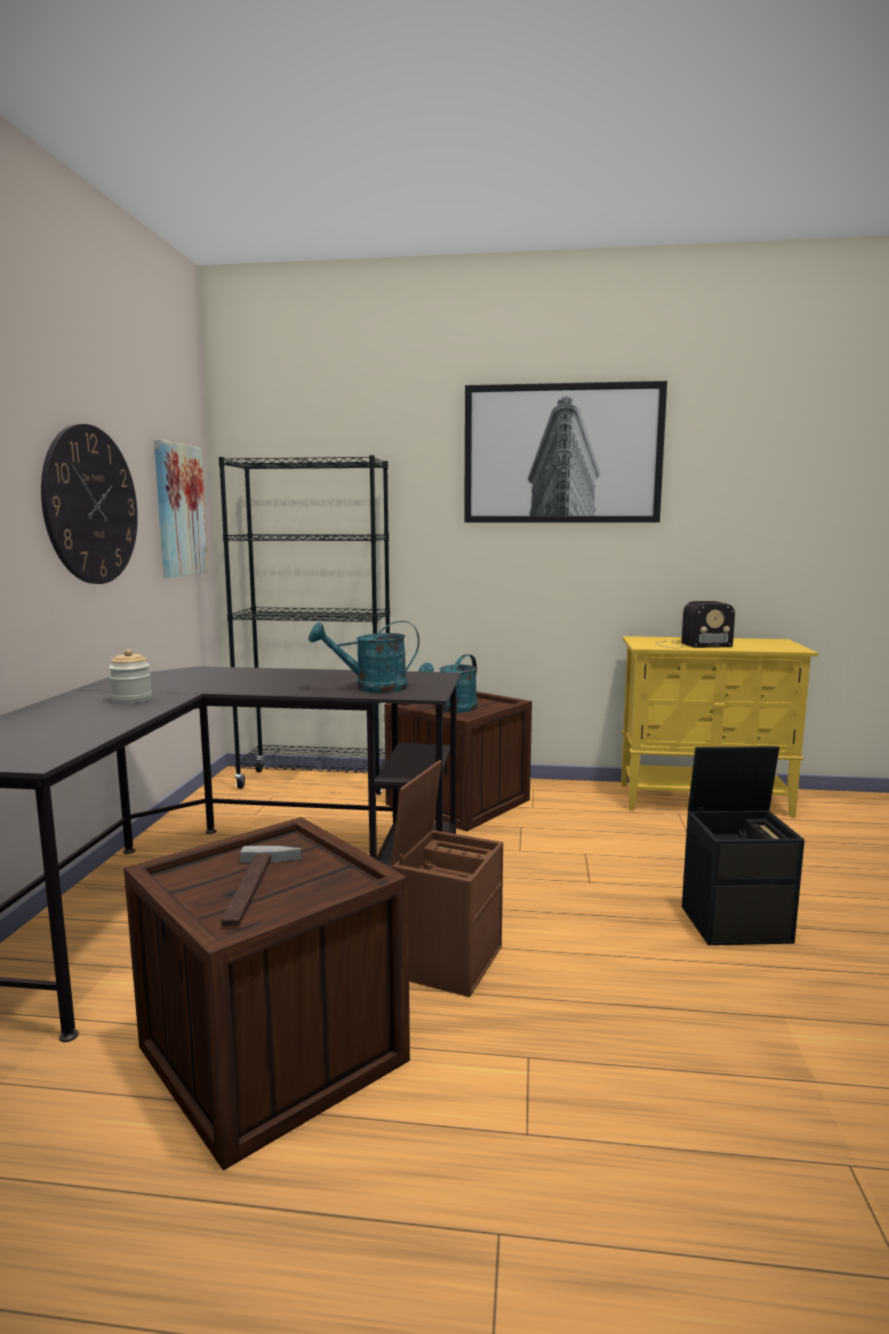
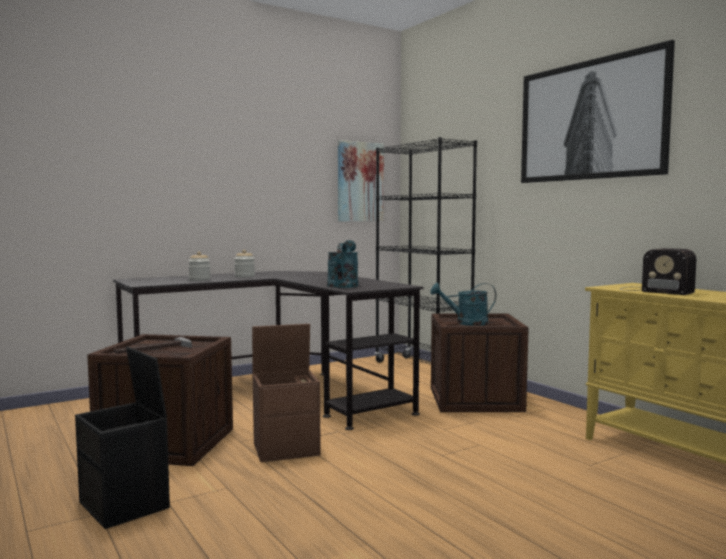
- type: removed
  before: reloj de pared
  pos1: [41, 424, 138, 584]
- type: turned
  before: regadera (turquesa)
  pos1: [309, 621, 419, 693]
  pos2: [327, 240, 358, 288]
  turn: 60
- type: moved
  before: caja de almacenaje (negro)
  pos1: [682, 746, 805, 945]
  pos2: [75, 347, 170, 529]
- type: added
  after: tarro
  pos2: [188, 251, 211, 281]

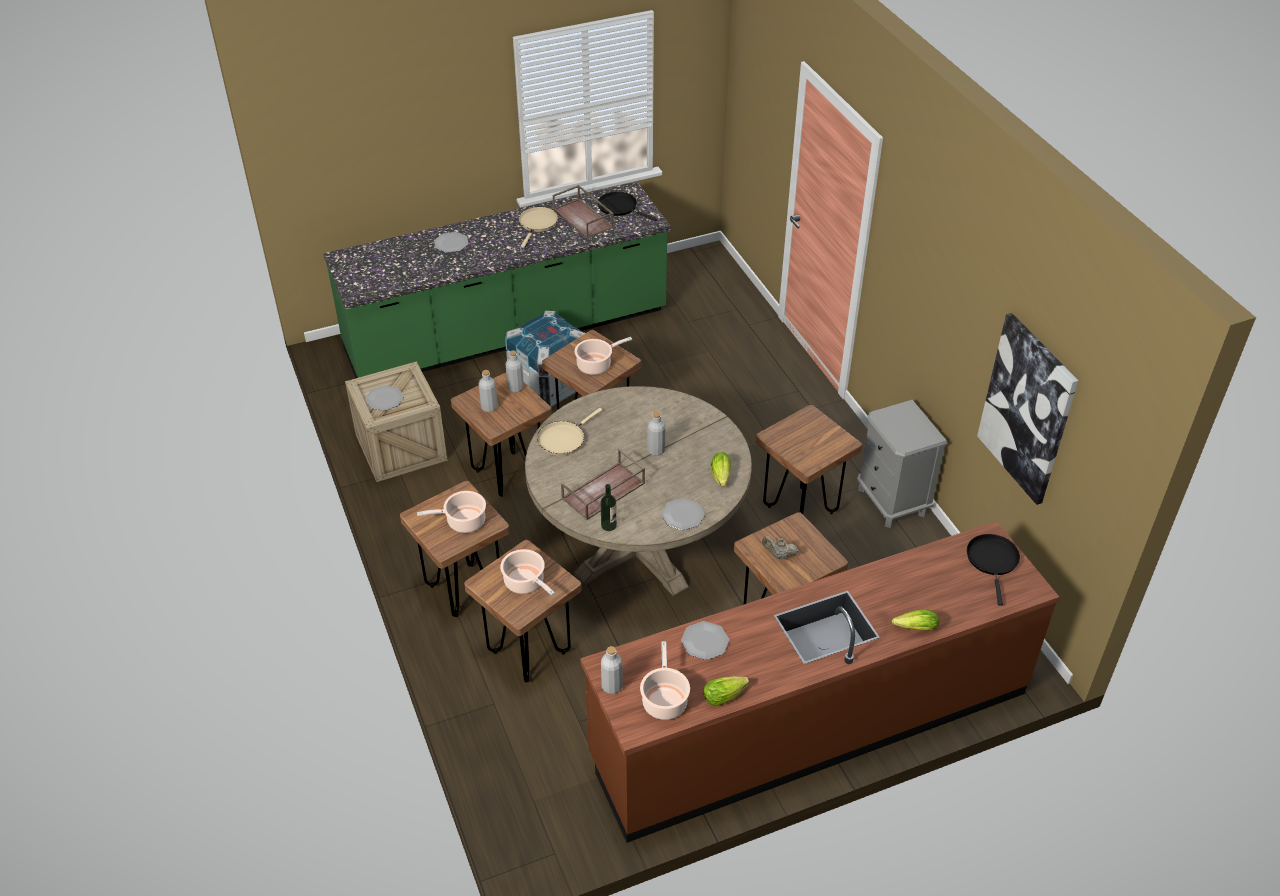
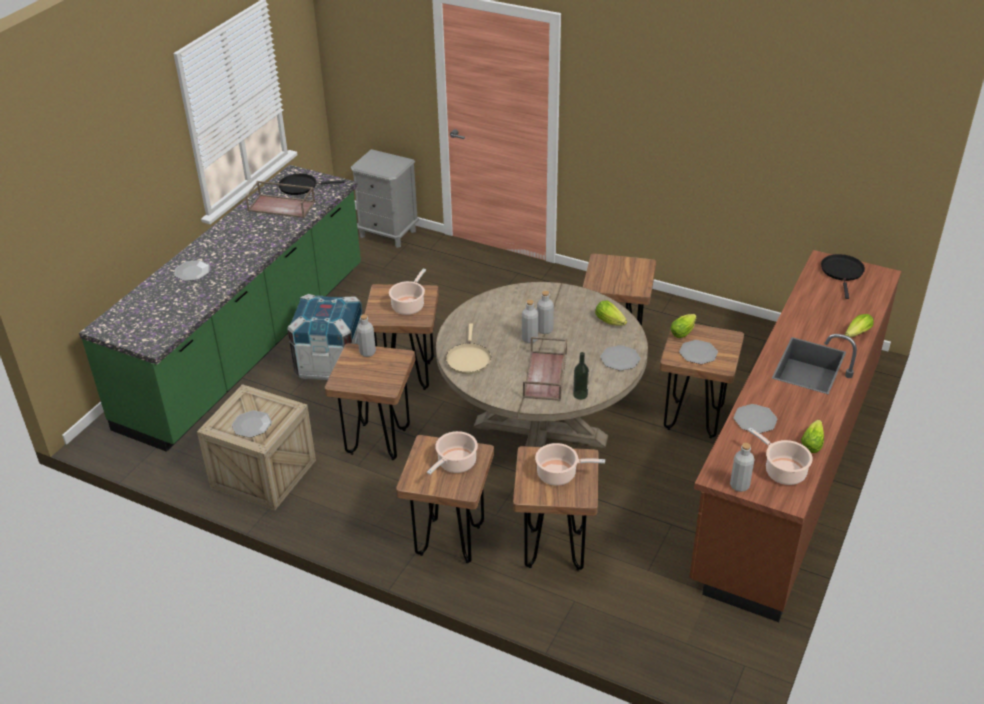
- type: removed
  before: sartén (beis)
  pos1: [519, 207, 558, 248]
- type: removed
  before: cuadro
  pos1: [977, 313, 1079, 505]
- type: moved
  before: botella (gris)
  pos1: [478, 370, 498, 412]
  pos2: [522, 300, 538, 343]
- type: moved
  before: mesita de noche (gris)
  pos1: [857, 400, 947, 528]
  pos2: [351, 149, 419, 248]
- type: turned
  before: sartén (negro)
  pos1: [967, 534, 1020, 606]
  pos2: [821, 254, 865, 299]
  turn: 45
- type: replaced
  before: tetera (beis)
  after: plato
  pos1: [762, 536, 798, 560]
  pos2: [679, 340, 718, 364]
- type: added
  after: lechuga
  pos2: [670, 314, 697, 338]

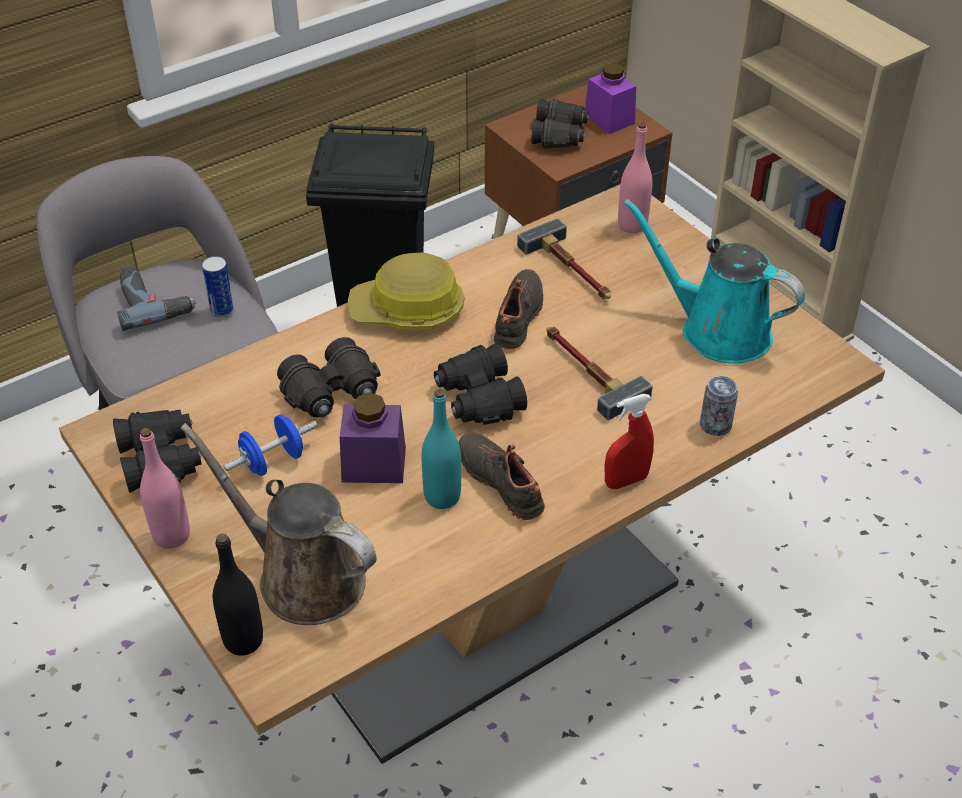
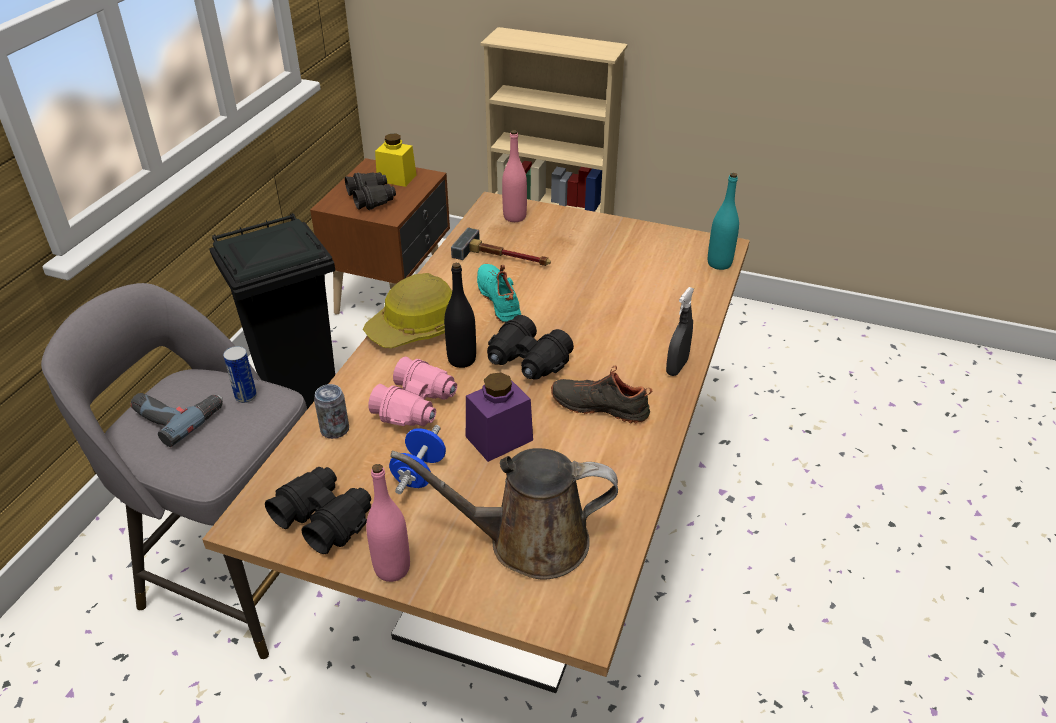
- type: recoloured
  before: tarro (morado)
  after: tarro (amarillo)
  pos1: [585, 63, 636, 134]
  pos2: [375, 134, 417, 187]
- type: removed
  before: regadera (turquesa)
  pos1: [624, 199, 805, 363]
- type: recoloured
  before: zapato (negro)
  after: zapato (turquesa)
  pos1: [494, 269, 543, 349]
  pos2: [477, 264, 521, 323]
- type: removed
  before: martillo
  pos1: [547, 327, 653, 420]
- type: recoloured
  before: prismáticos (negro)
  after: prismáticos (rosa)
  pos1: [277, 337, 381, 417]
  pos2: [368, 356, 457, 426]
- type: moved
  before: lata
  pos1: [700, 376, 738, 436]
  pos2: [314, 384, 349, 439]
- type: moved
  before: botella (turquesa)
  pos1: [422, 389, 461, 509]
  pos2: [708, 173, 739, 270]
- type: recoloured
  before: pulverizador (rojo)
  after: pulverizador (gris)
  pos1: [605, 394, 654, 489]
  pos2: [666, 287, 694, 376]
- type: moved
  before: botella (negro)
  pos1: [213, 533, 263, 656]
  pos2: [444, 263, 476, 368]

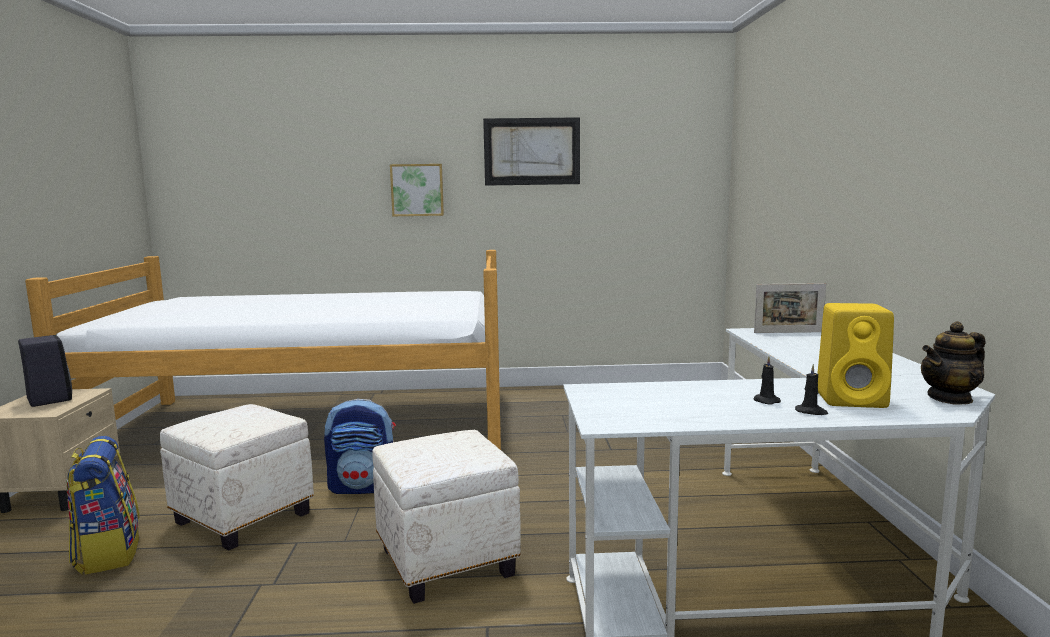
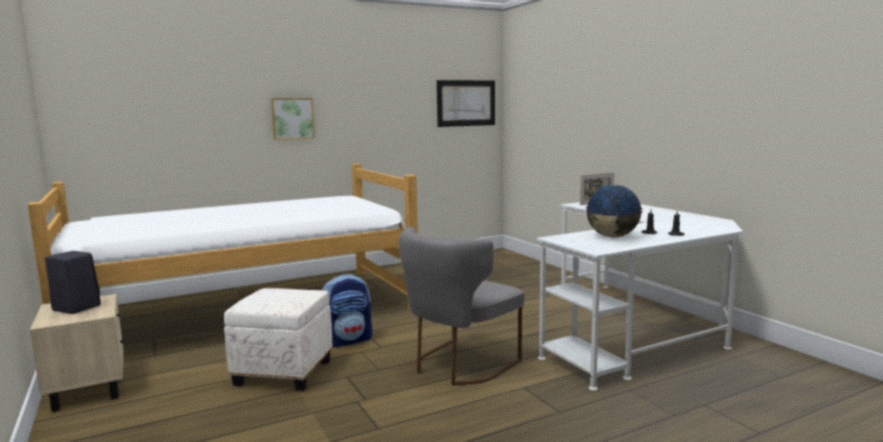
- type: moved
  before: cuadro
  pos1: [483, 117, 580, 186]
  pos2: [437, 80, 495, 127]
- type: removed
  before: altavoz (amarillo)
  pos1: [817, 303, 894, 408]
- type: removed
  before: tetera
  pos1: [921, 321, 985, 405]
- type: replaced
  before: puf (blanco)
  after: silla (gris)
  pos1: [372, 430, 521, 604]
  pos2: [399, 227, 524, 385]
- type: removed
  before: mochila
  pos1: [66, 436, 140, 575]
- type: added
  after: globo terráqueo
  pos2: [586, 185, 643, 237]

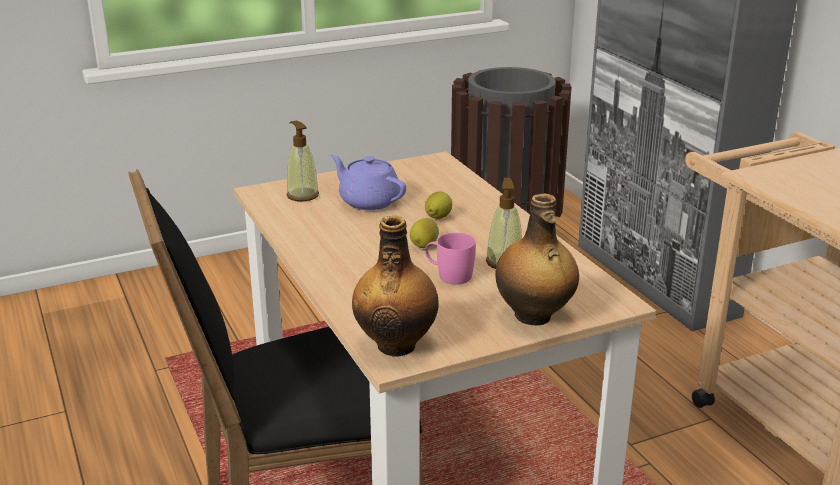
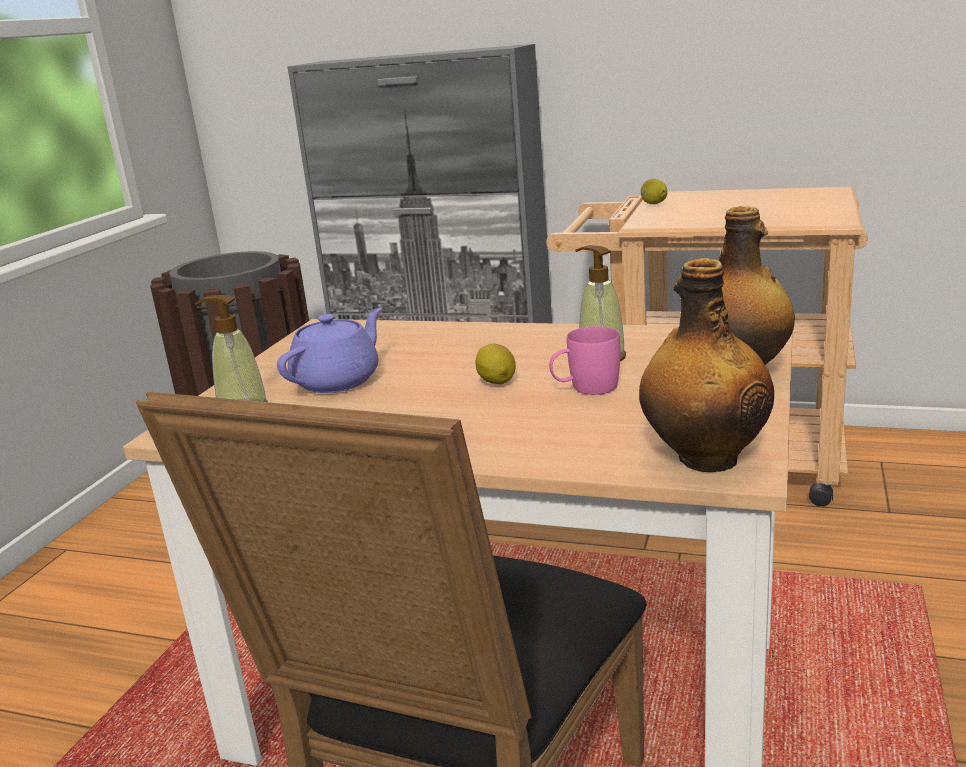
- type: turned
  before: tetera (morado)
  pos1: [330, 155, 406, 210]
  pos2: [277, 308, 382, 393]
  turn: 135
- type: moved
  before: limón
  pos1: [425, 191, 452, 219]
  pos2: [641, 179, 667, 204]

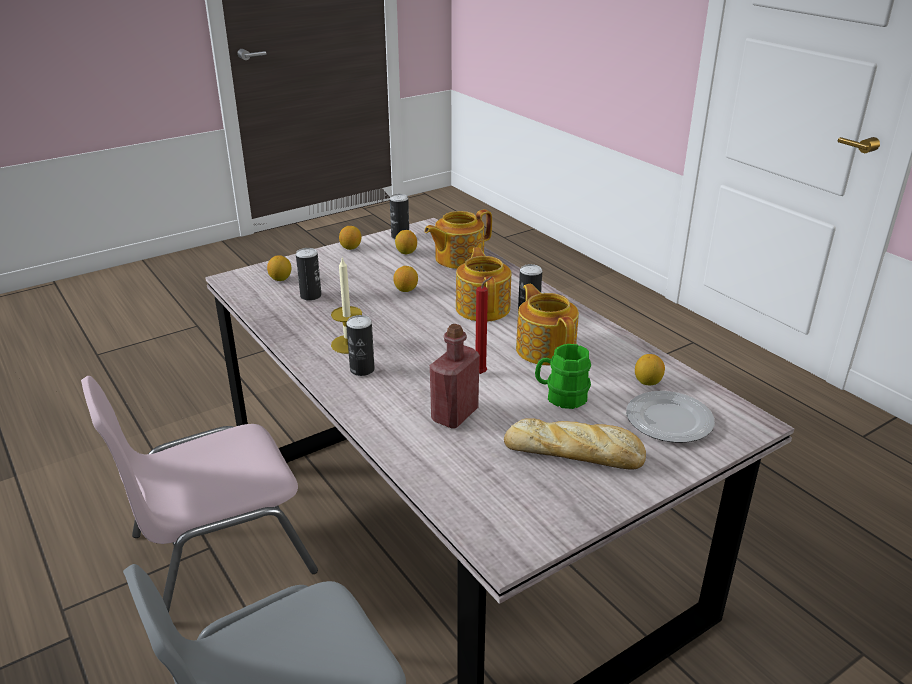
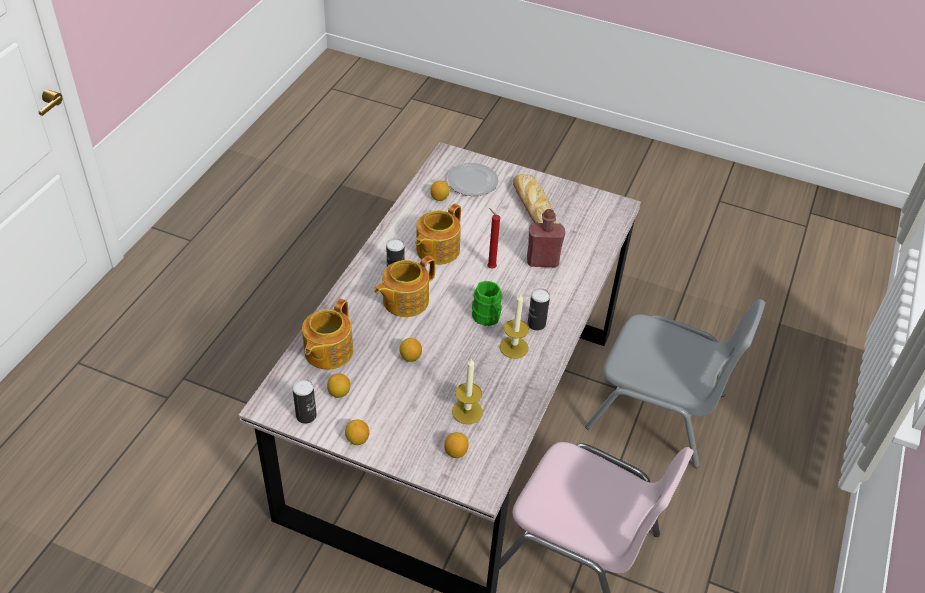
- type: turned
  before: tetera
  pos1: [424, 209, 492, 269]
  pos2: [302, 299, 353, 370]
  turn: 90
- type: replaced
  before: lata
  after: vela
  pos1: [296, 248, 322, 301]
  pos2: [452, 359, 483, 424]
- type: moved
  before: taza grande (verde)
  pos1: [535, 344, 591, 409]
  pos2: [472, 281, 502, 326]

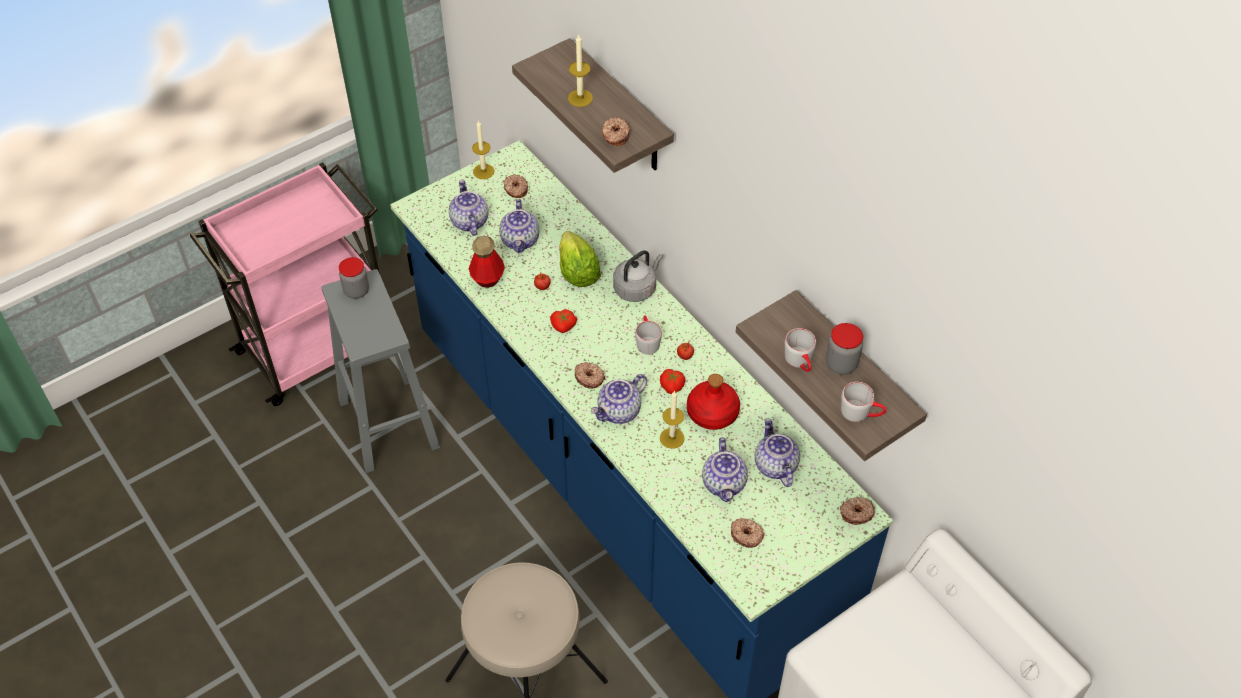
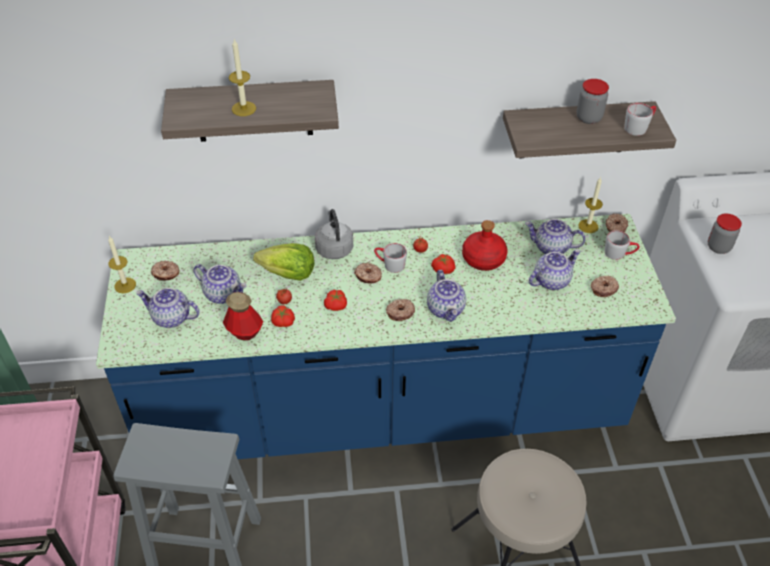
- type: moved
  before: rosquilla
  pos1: [602, 117, 630, 146]
  pos2: [354, 263, 382, 284]
- type: moved
  before: tarro
  pos1: [339, 257, 369, 299]
  pos2: [708, 214, 742, 254]
- type: moved
  before: taza grande (gris)
  pos1: [785, 328, 816, 372]
  pos2: [605, 230, 640, 260]
- type: moved
  before: vela
  pos1: [660, 390, 685, 449]
  pos2: [578, 176, 603, 233]
- type: turned
  before: tetera
  pos1: [702, 437, 748, 502]
  pos2: [529, 249, 581, 290]
  turn: -60
- type: added
  after: tomate
  pos2: [271, 305, 295, 327]

